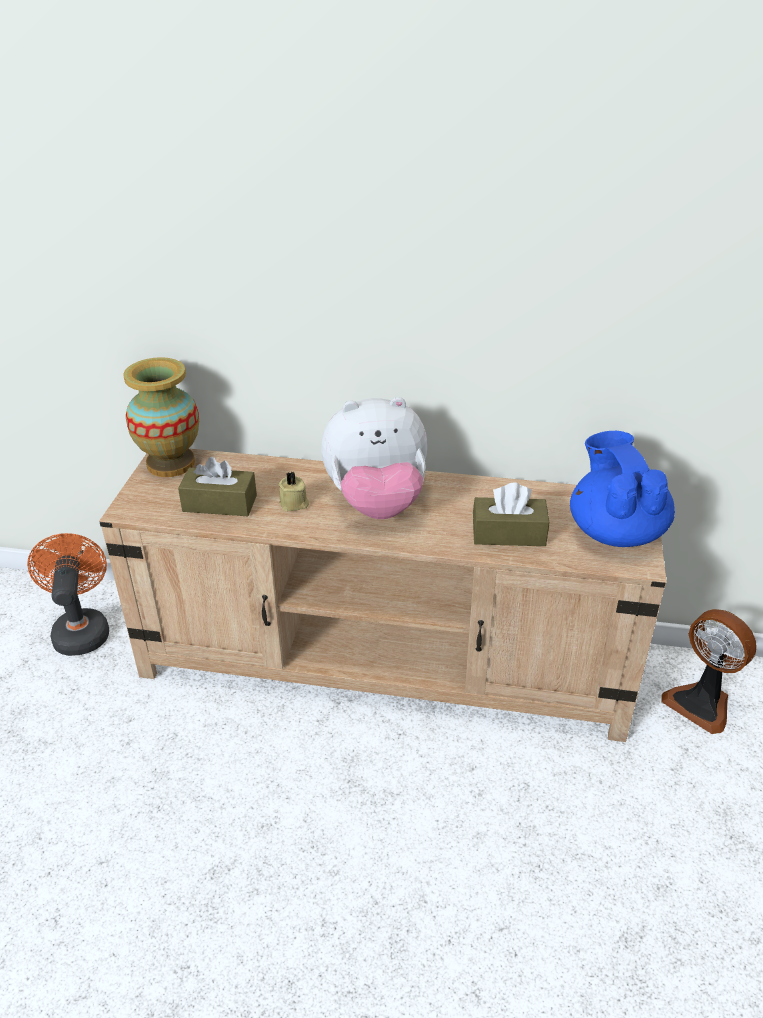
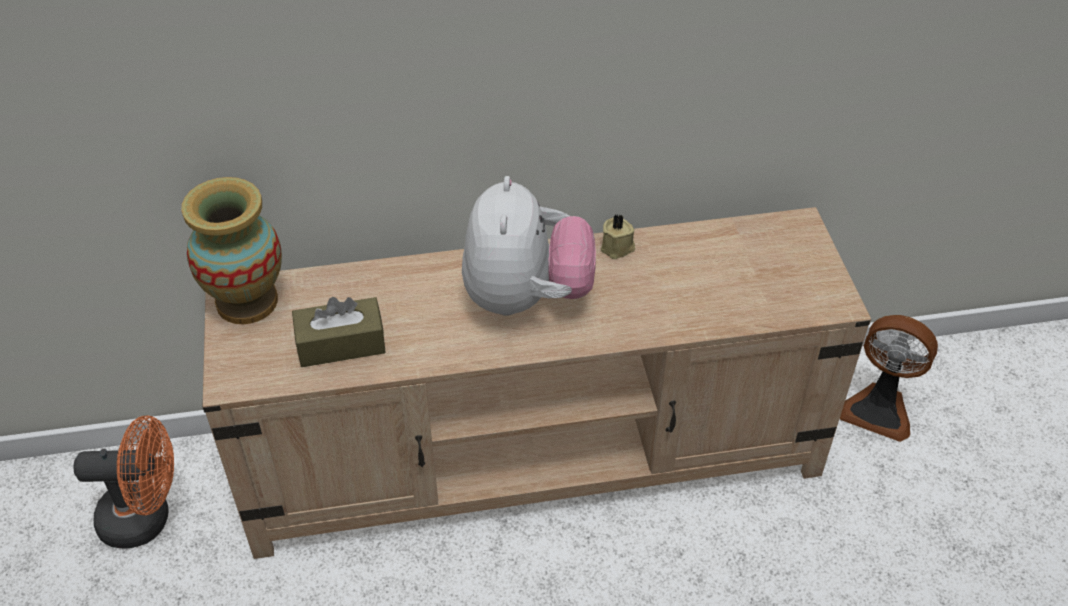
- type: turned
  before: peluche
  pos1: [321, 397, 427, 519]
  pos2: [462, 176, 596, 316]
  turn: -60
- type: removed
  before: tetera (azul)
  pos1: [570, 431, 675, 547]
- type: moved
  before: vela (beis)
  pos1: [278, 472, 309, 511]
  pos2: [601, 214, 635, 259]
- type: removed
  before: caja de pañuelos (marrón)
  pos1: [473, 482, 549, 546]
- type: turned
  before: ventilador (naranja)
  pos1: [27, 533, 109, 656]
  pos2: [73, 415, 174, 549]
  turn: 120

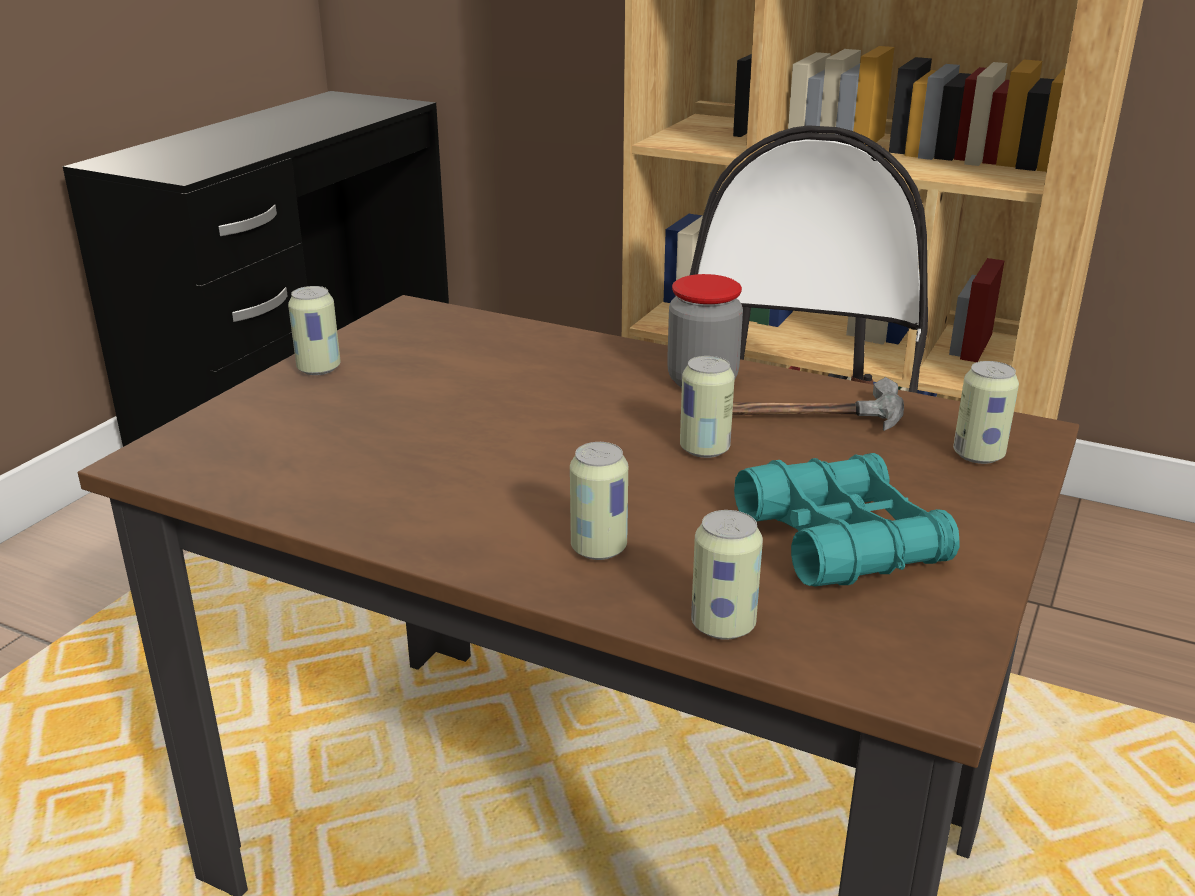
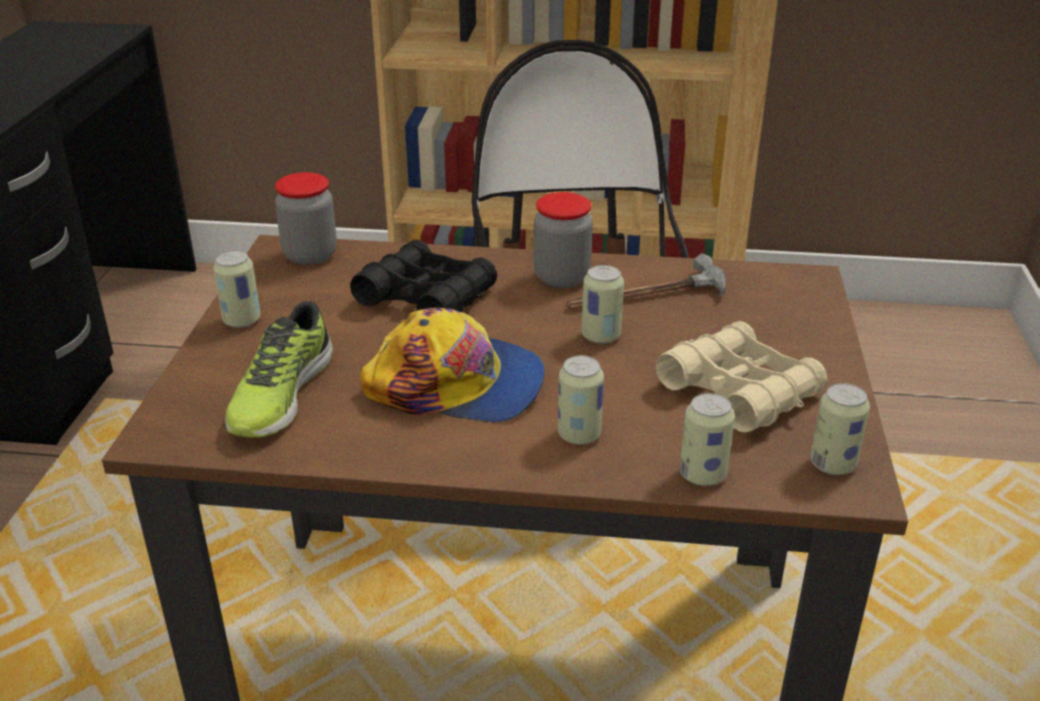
- type: moved
  before: lata
  pos1: [953, 361, 1019, 464]
  pos2: [810, 383, 870, 475]
- type: recoloured
  before: prismáticos (turquesa)
  after: prismáticos (beis)
  pos1: [734, 453, 960, 586]
  pos2: [656, 321, 828, 433]
- type: added
  after: tarro
  pos2: [275, 172, 337, 265]
- type: added
  after: prismáticos (negro)
  pos2: [350, 240, 497, 312]
- type: added
  after: zapato
  pos2: [225, 301, 333, 438]
- type: added
  after: gorra
  pos2: [360, 308, 545, 422]

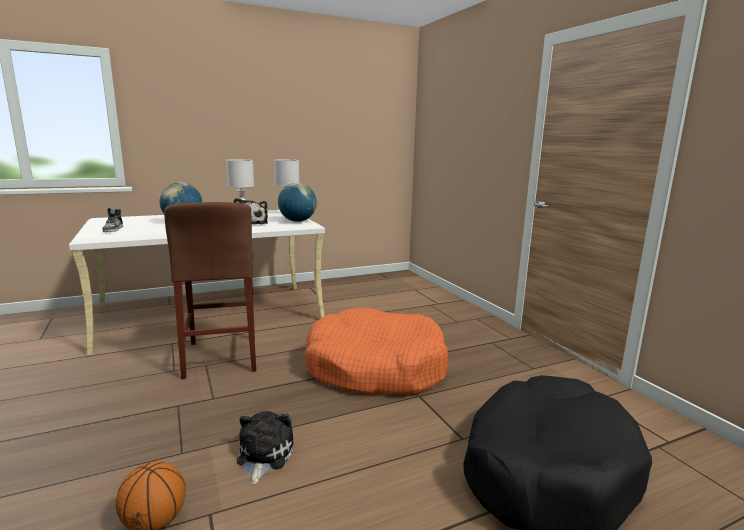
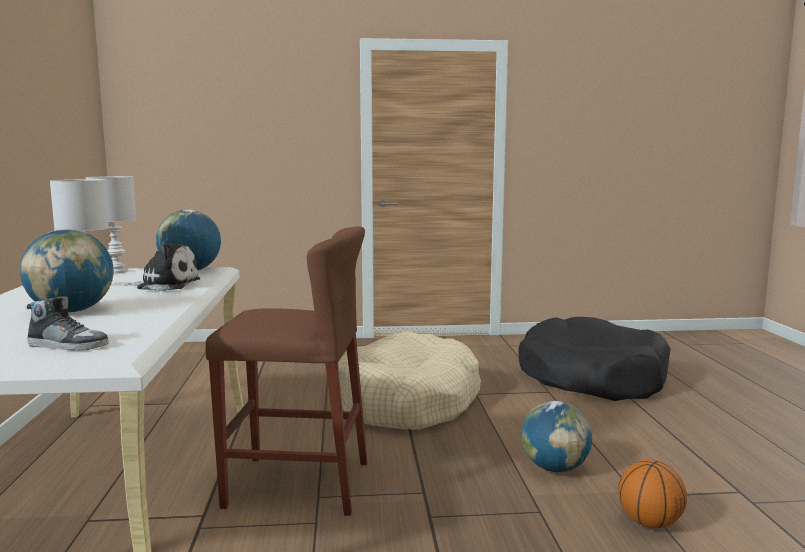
- type: recoloured
  before: cama para perro (naranja)
  after: cama para perro (beis)
  pos1: [304, 307, 448, 395]
  pos2: [338, 331, 481, 429]
- type: replaced
  before: peluche
  after: globo terráqueo
  pos1: [236, 411, 294, 484]
  pos2: [521, 401, 592, 472]

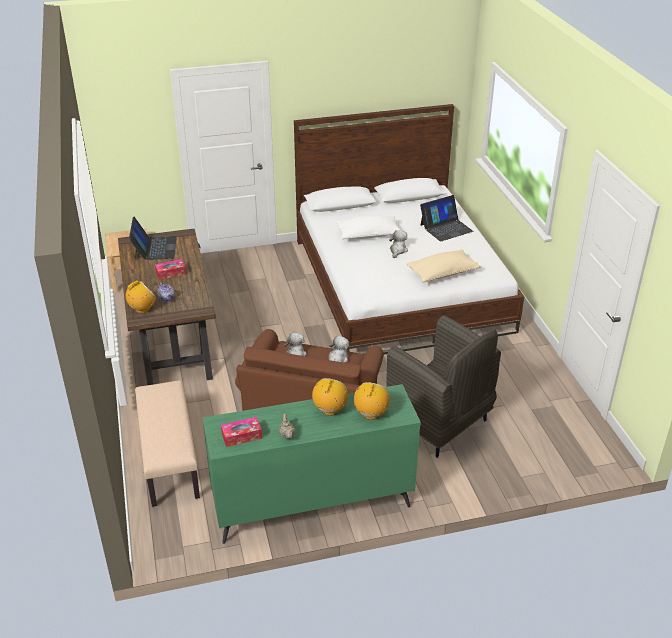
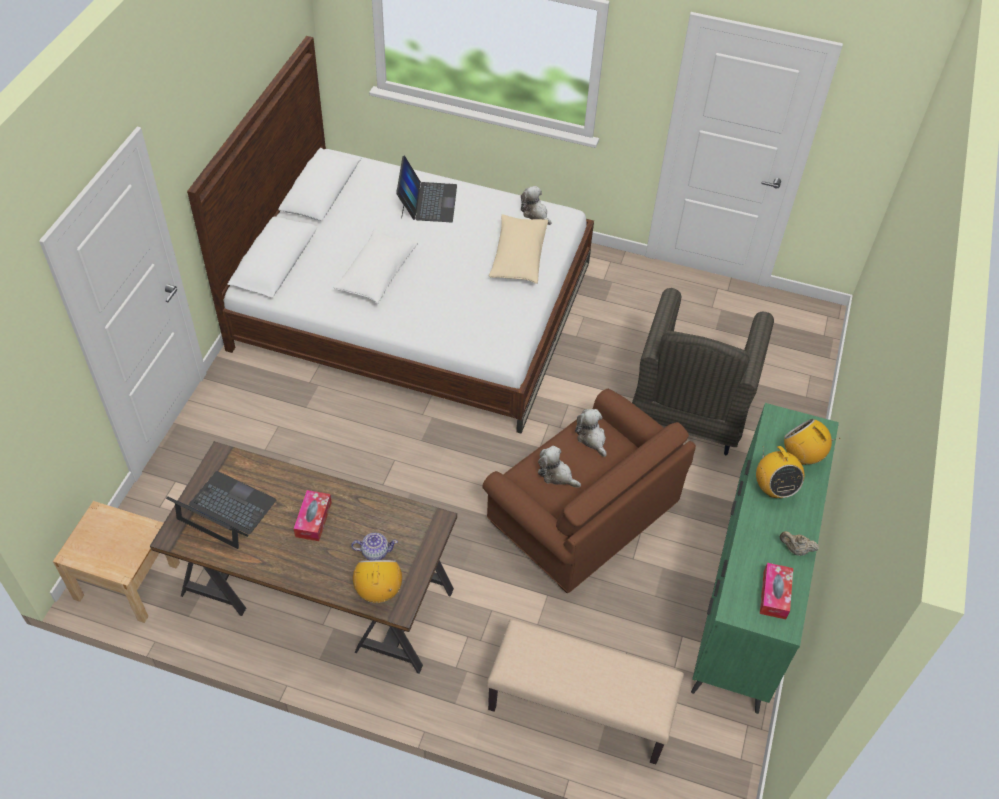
- type: moved
  before: peluche
  pos1: [389, 230, 408, 258]
  pos2: [521, 186, 552, 225]
- type: turned
  before: sillón (gris)
  pos1: [386, 315, 501, 458]
  pos2: [632, 288, 774, 455]
  turn: 120
- type: turned
  before: radio
  pos1: [312, 378, 348, 416]
  pos2: [756, 446, 804, 498]
  turn: -150

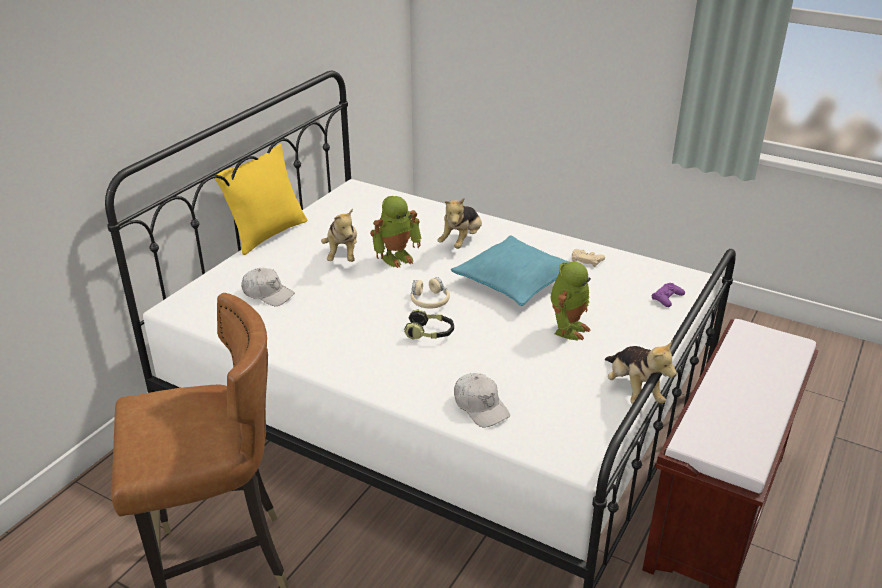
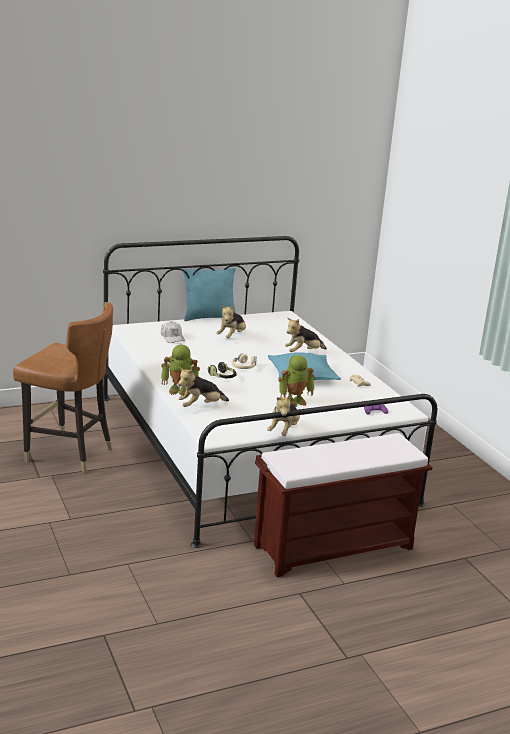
- type: recoloured
  before: cojín (amarillo)
  after: cojín (turquesa)
  pos1: [215, 144, 307, 255]
  pos2: [183, 267, 236, 321]
- type: moved
  before: robot de juguete
  pos1: [370, 196, 422, 268]
  pos2: [161, 345, 200, 396]
- type: replaced
  before: gorra (blanco)
  after: peluche
  pos1: [454, 373, 510, 428]
  pos2: [178, 367, 229, 407]

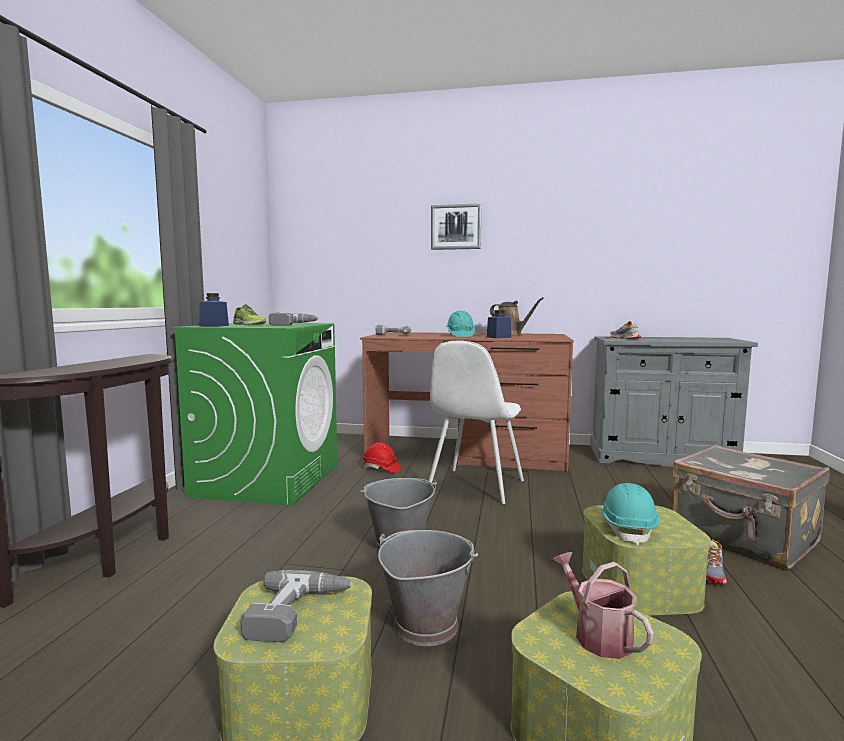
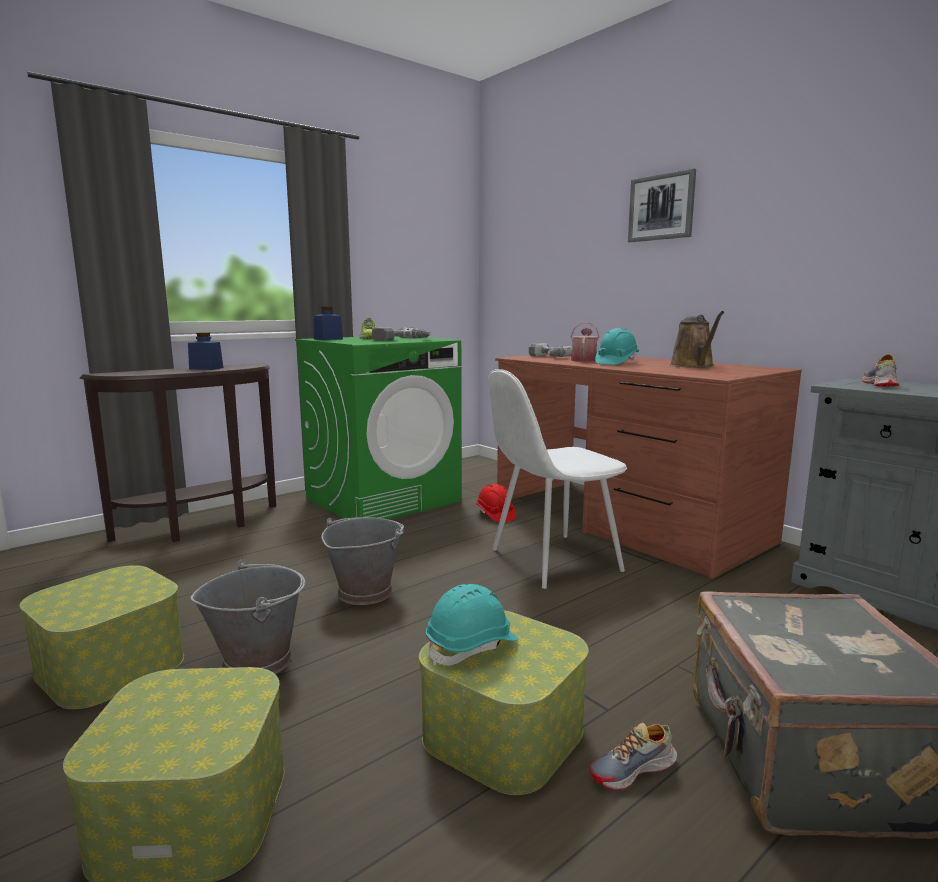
- type: moved
  before: tarro (azul)
  pos1: [487, 310, 511, 338]
  pos2: [188, 332, 224, 370]
- type: moved
  before: regadera
  pos1: [551, 552, 654, 659]
  pos2: [571, 322, 600, 362]
- type: removed
  before: taladro
  pos1: [240, 570, 353, 642]

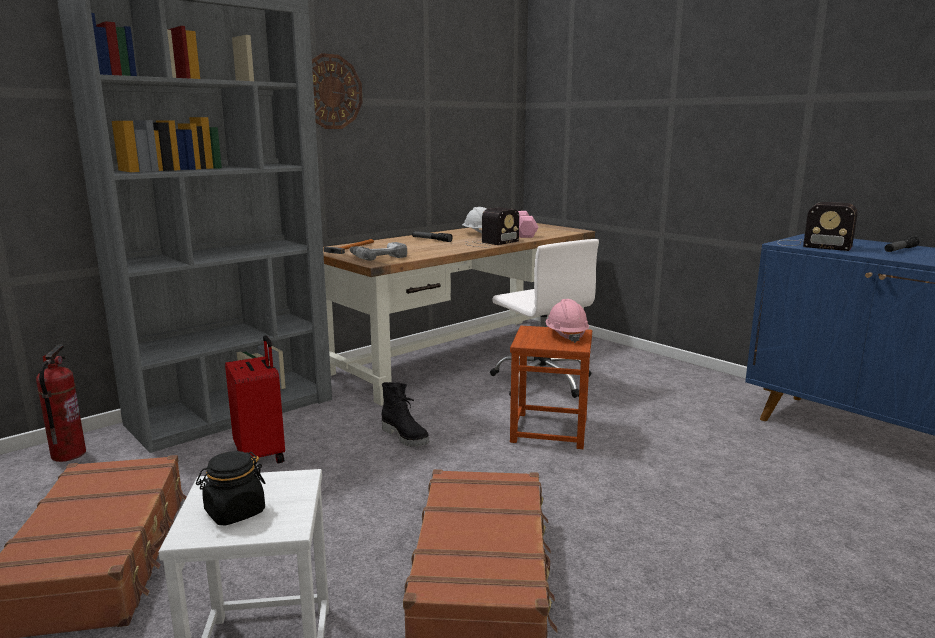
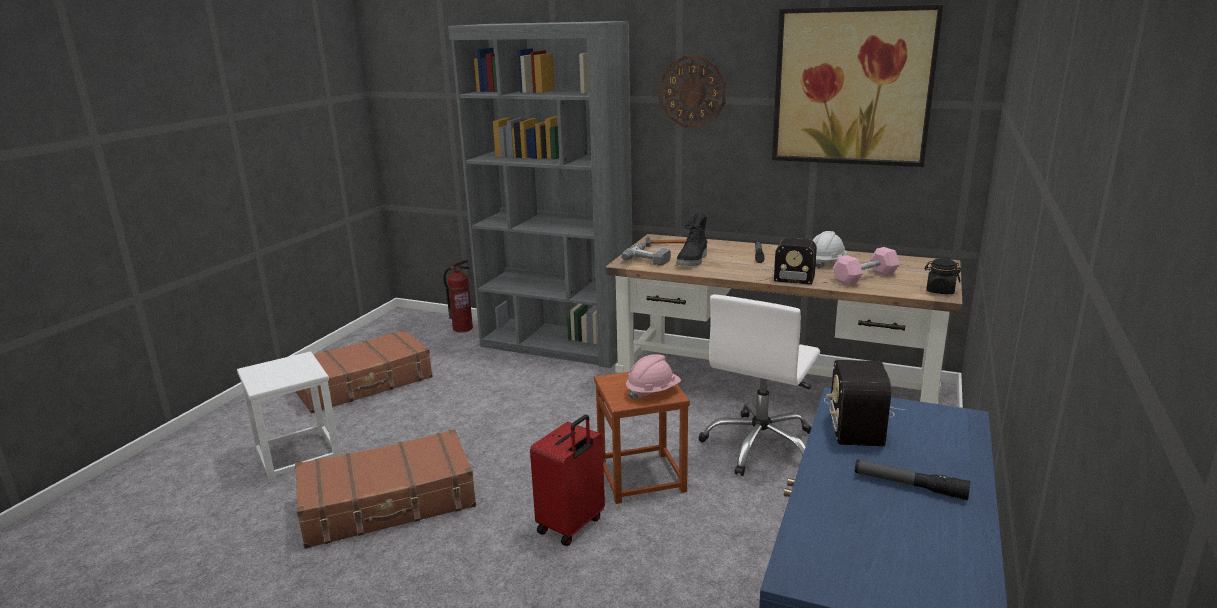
- type: moved
  before: maleta (rojo)
  pos1: [225, 335, 285, 463]
  pos2: [530, 415, 605, 546]
- type: moved
  before: bota (negro)
  pos1: [382, 382, 429, 446]
  pos2: [677, 213, 707, 266]
- type: moved
  before: tarro (negro)
  pos1: [196, 451, 266, 525]
  pos2: [924, 259, 961, 294]
- type: added
  after: cuadro
  pos2: [772, 4, 943, 167]

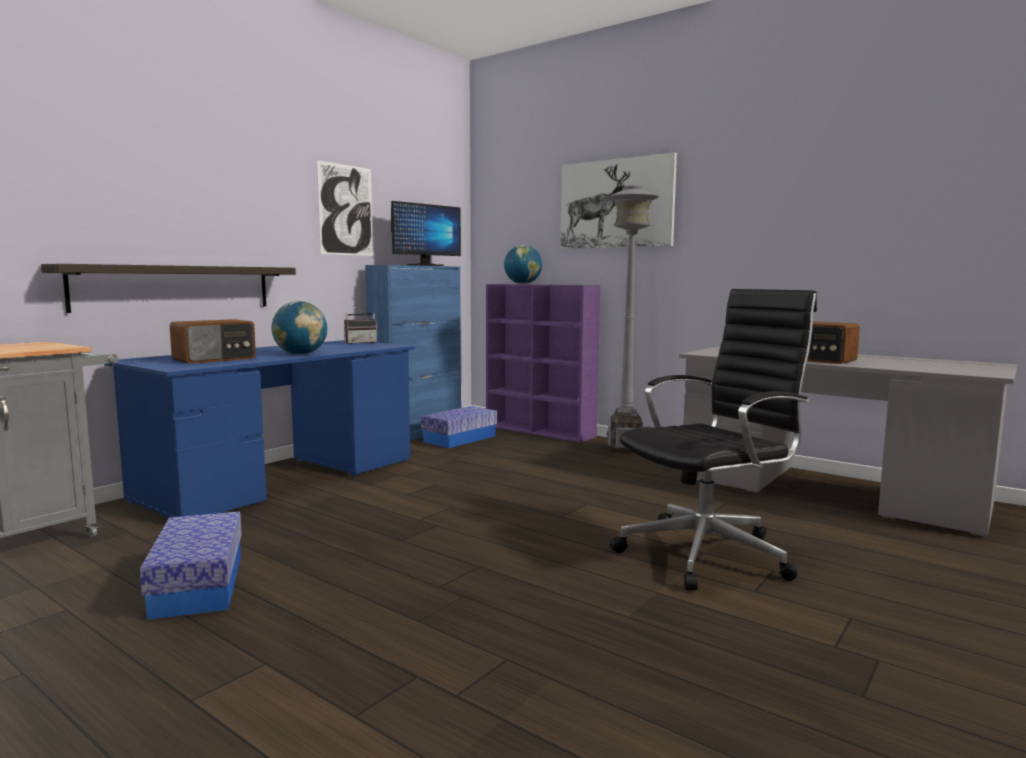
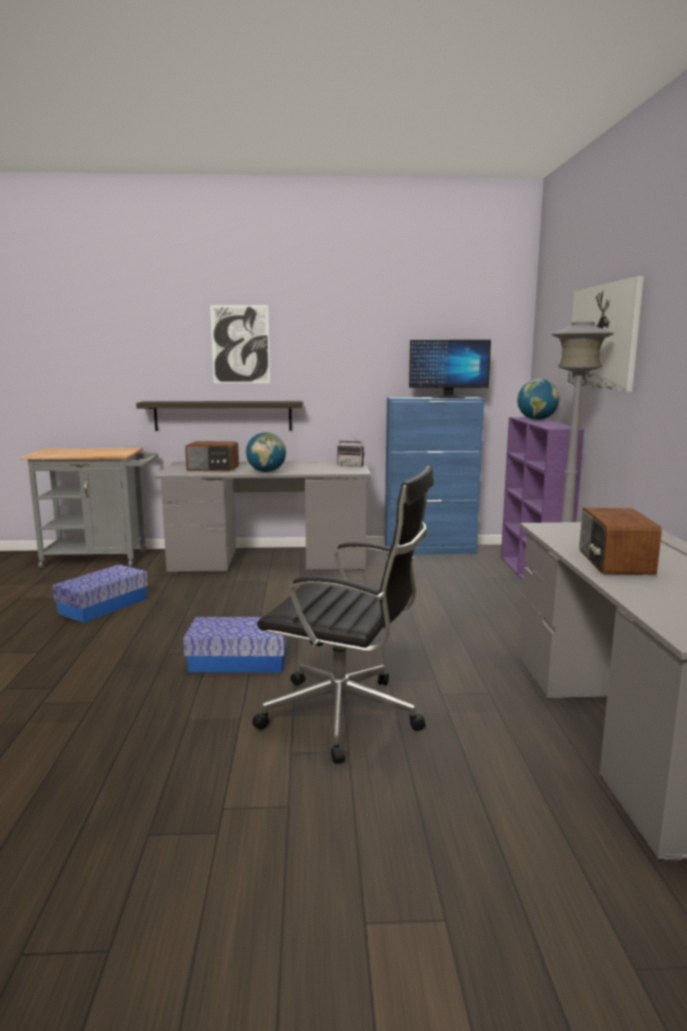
- type: moved
  before: cuadro
  pos1: [317, 160, 373, 256]
  pos2: [210, 305, 270, 383]
- type: recoloured
  before: escritorio (azul)
  after: escritorio (gris)
  pos1: [104, 340, 415, 518]
  pos2: [155, 461, 371, 573]
- type: moved
  before: caja de almacenaje
  pos1: [421, 406, 497, 448]
  pos2: [183, 617, 288, 673]

